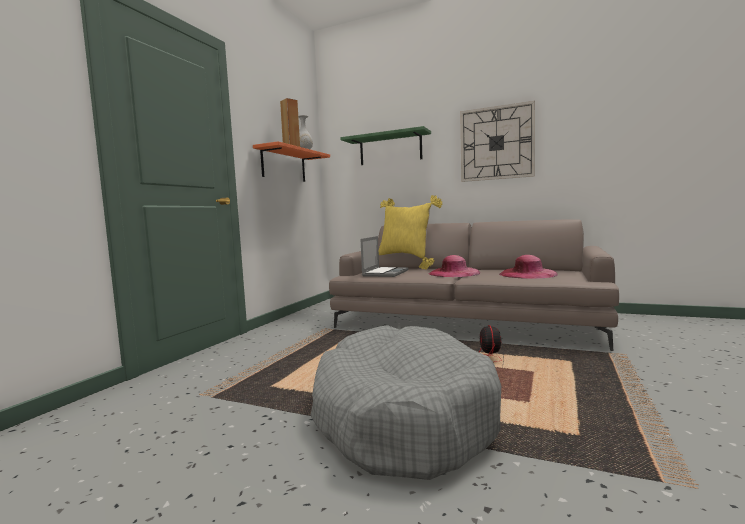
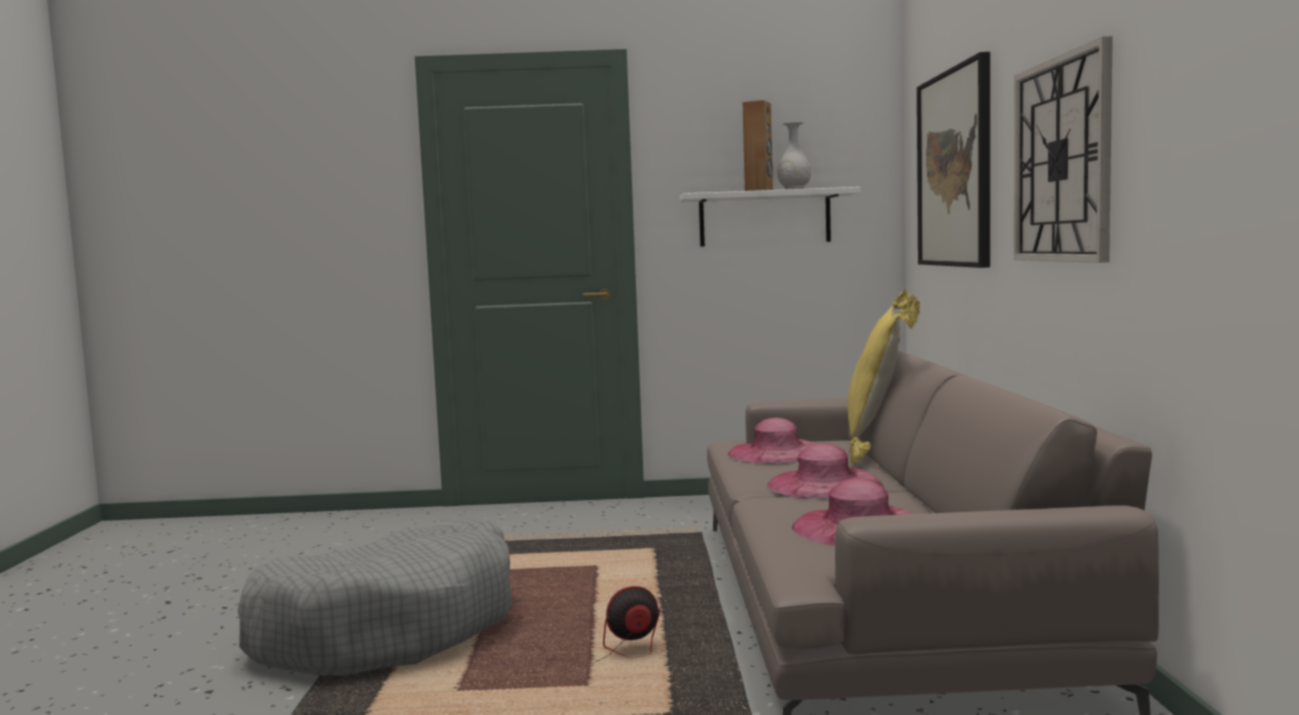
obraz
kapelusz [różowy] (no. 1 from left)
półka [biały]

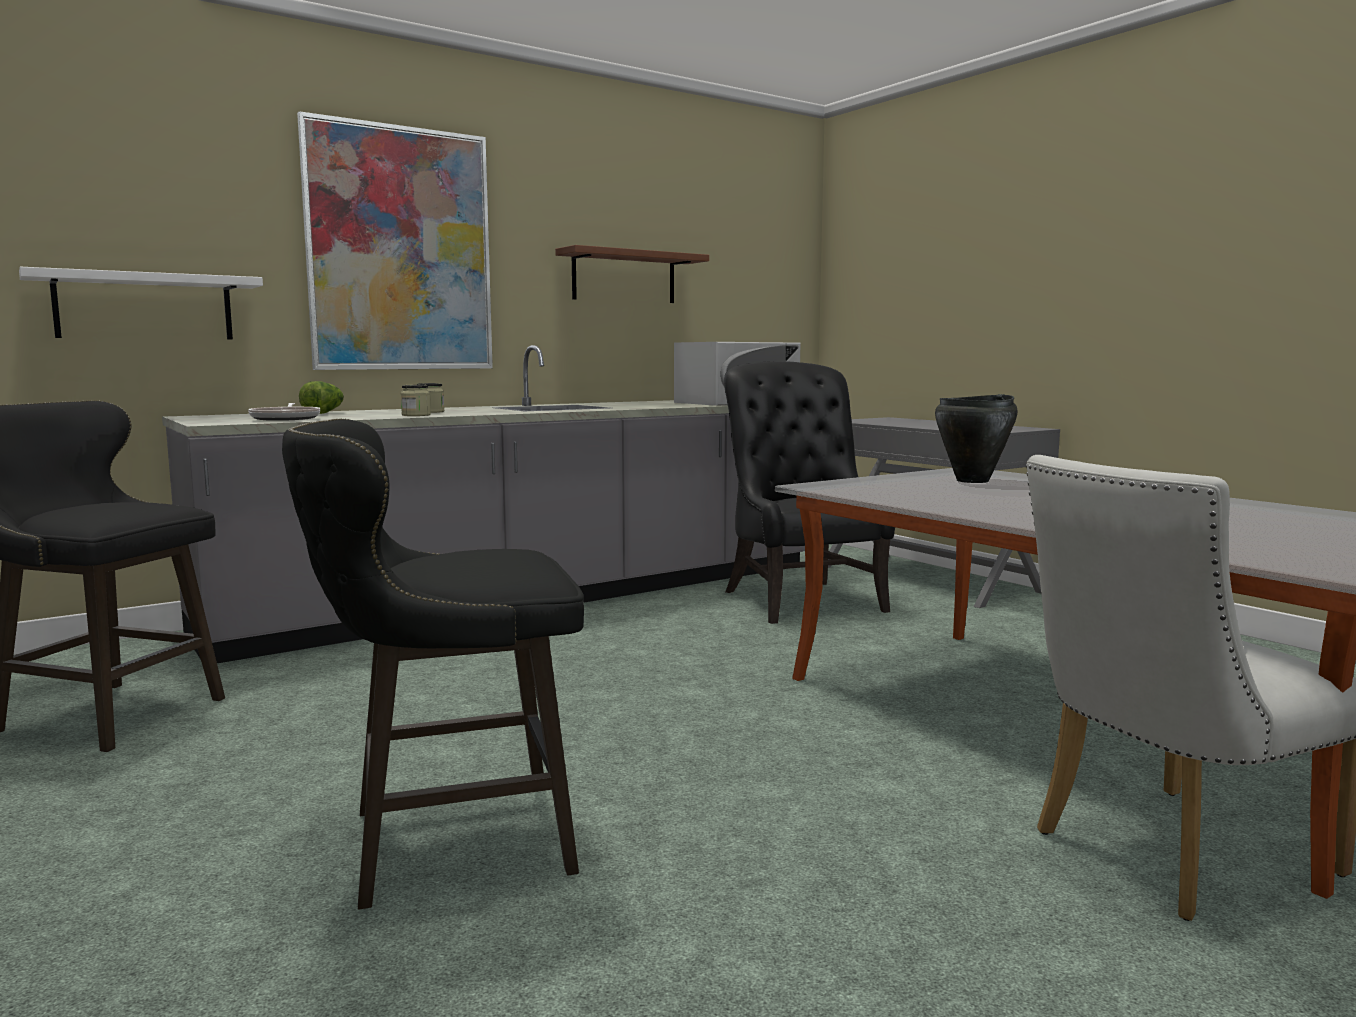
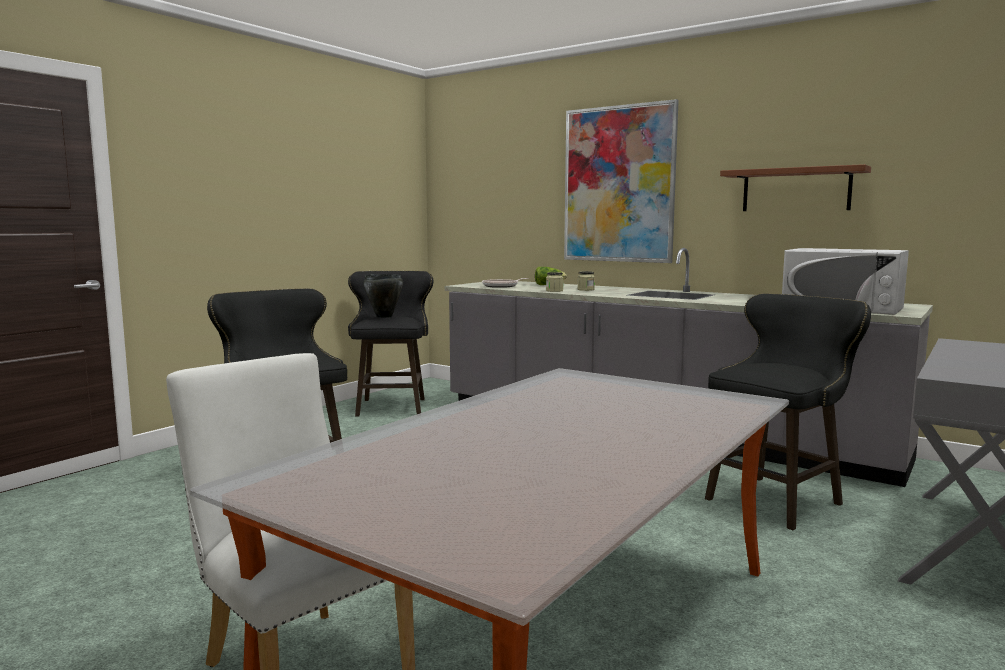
półka [biały]
garnek [czarny]
stołek [czarny] (no. 3 from left)

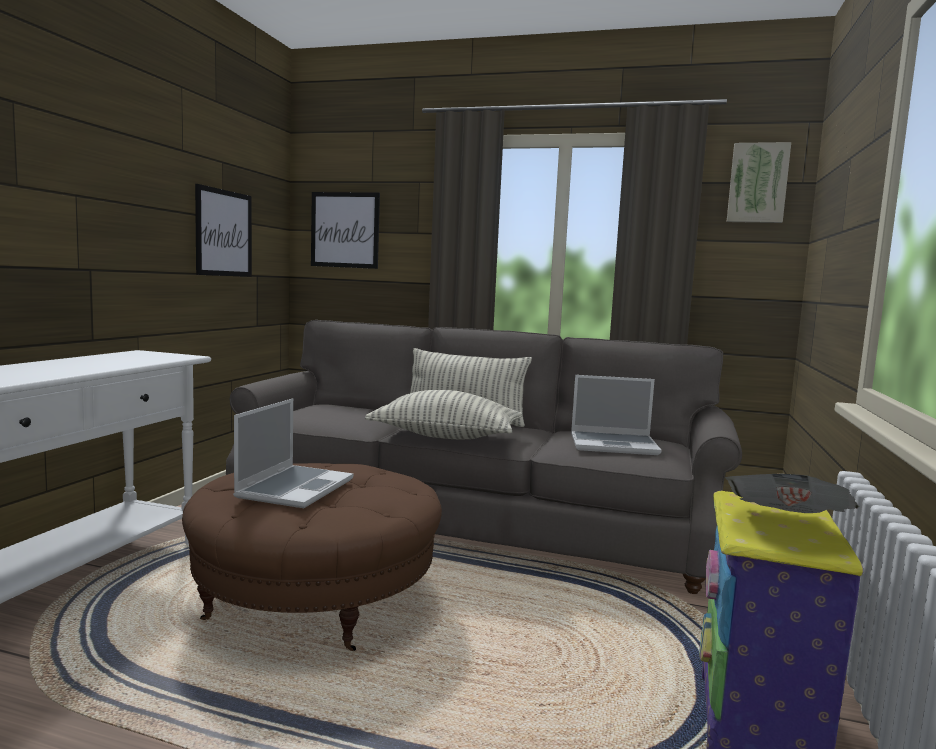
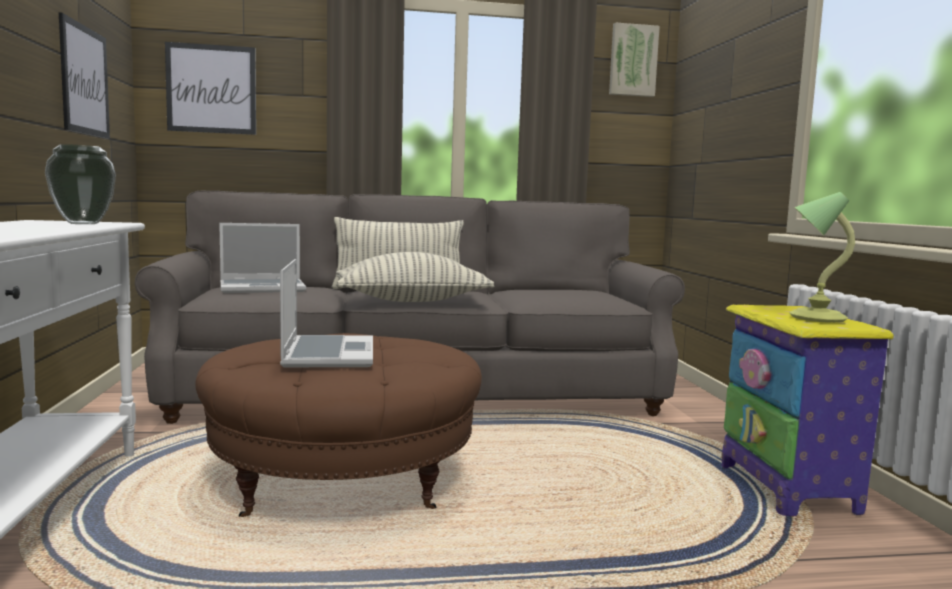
wazon
laptop (no. 1 from left)
lampa stołowa

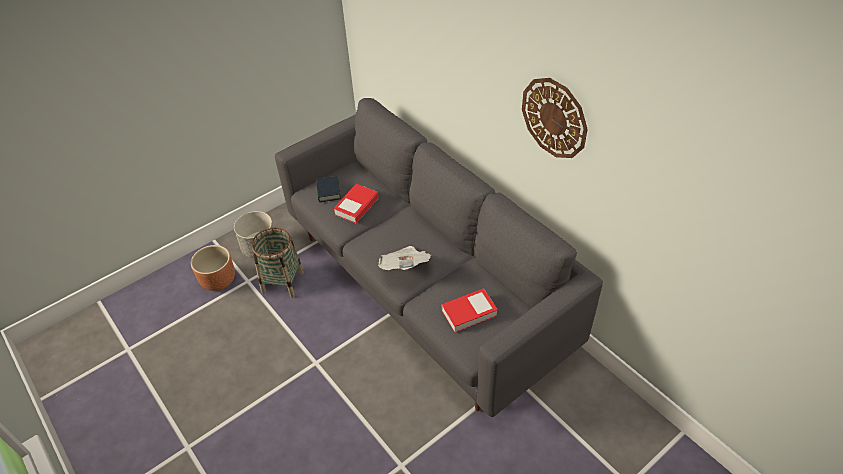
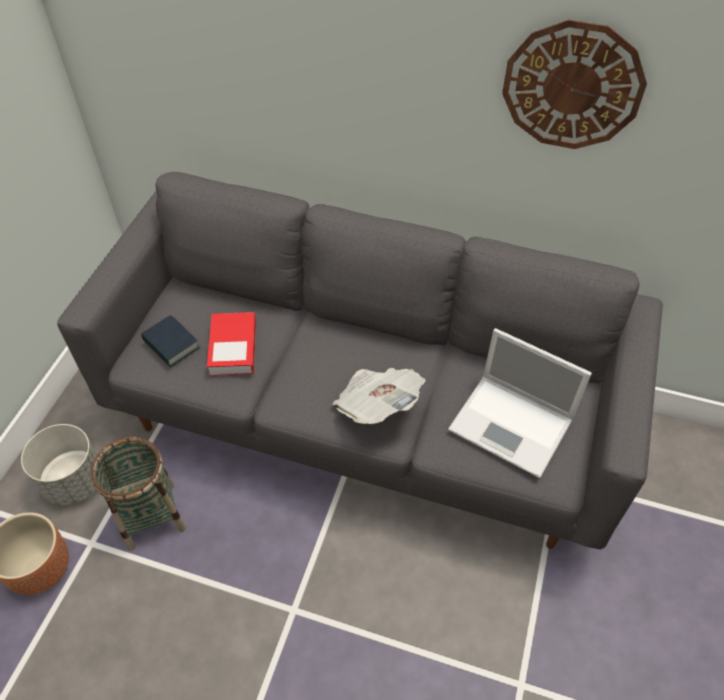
laptop

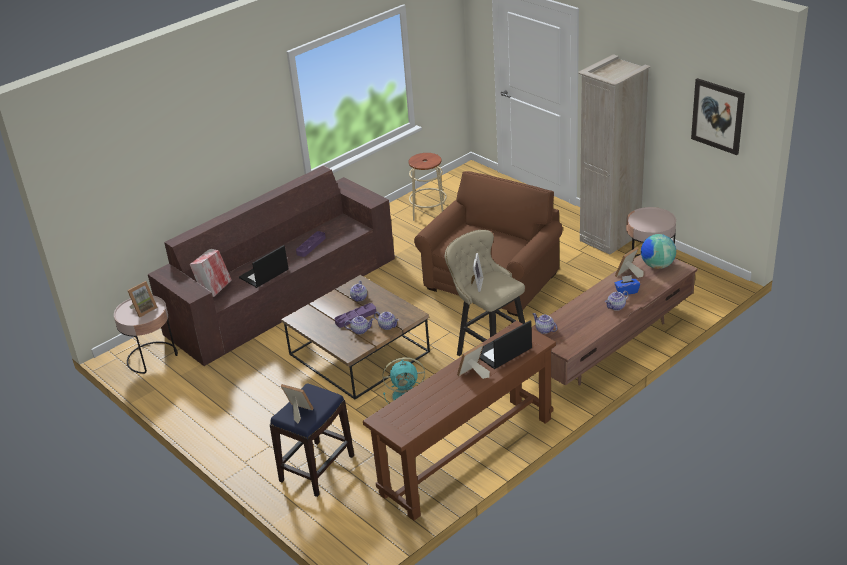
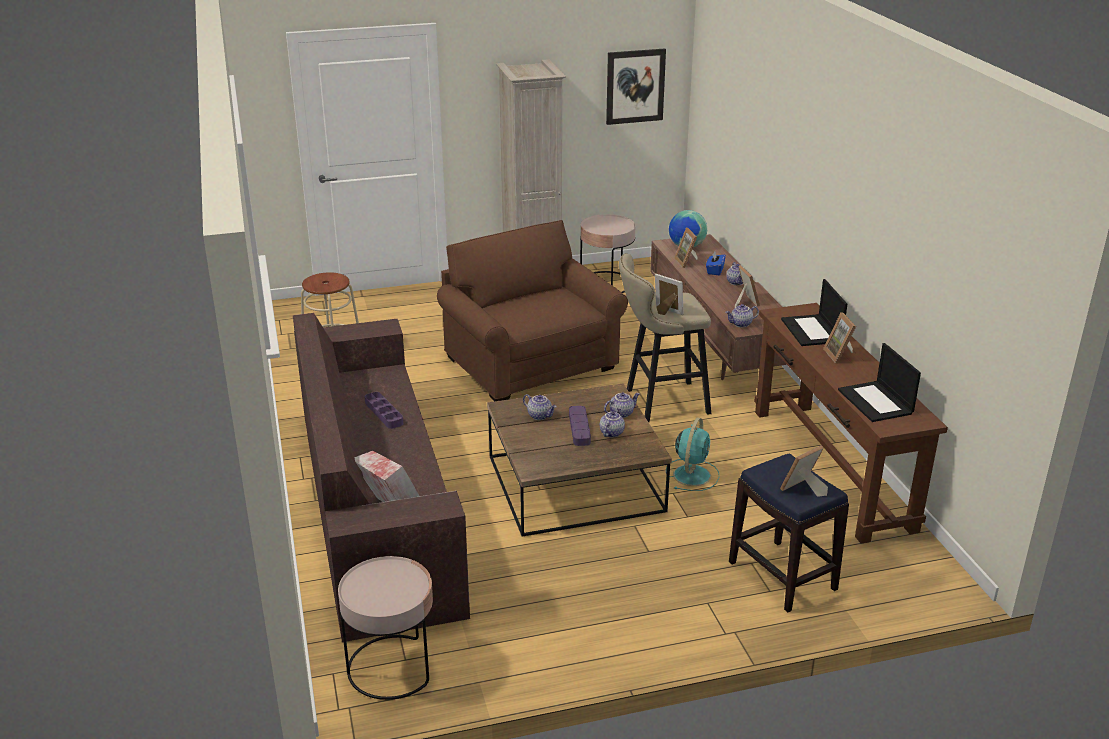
ramka na zdjęcie (no. 3 from left)
laptop (no. 2 from left)

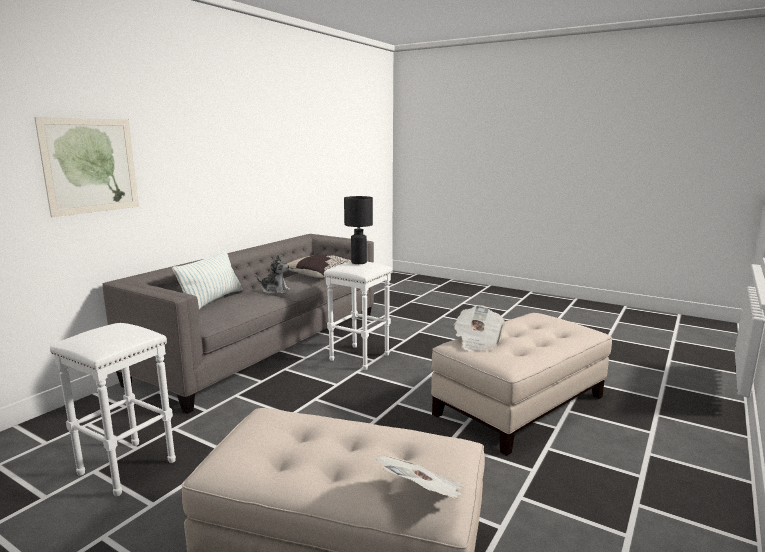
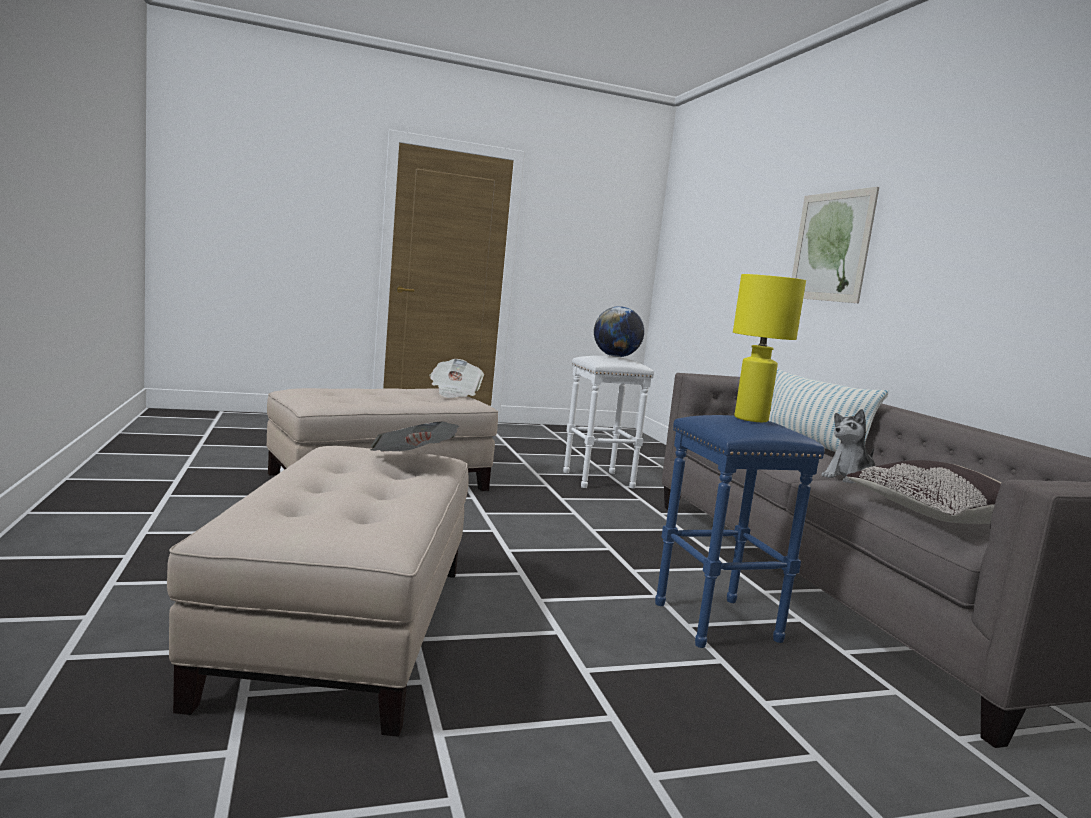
globus
gazeta (no. 2 from left)
stołek [niebieski]
lampa stołowa [żółty]

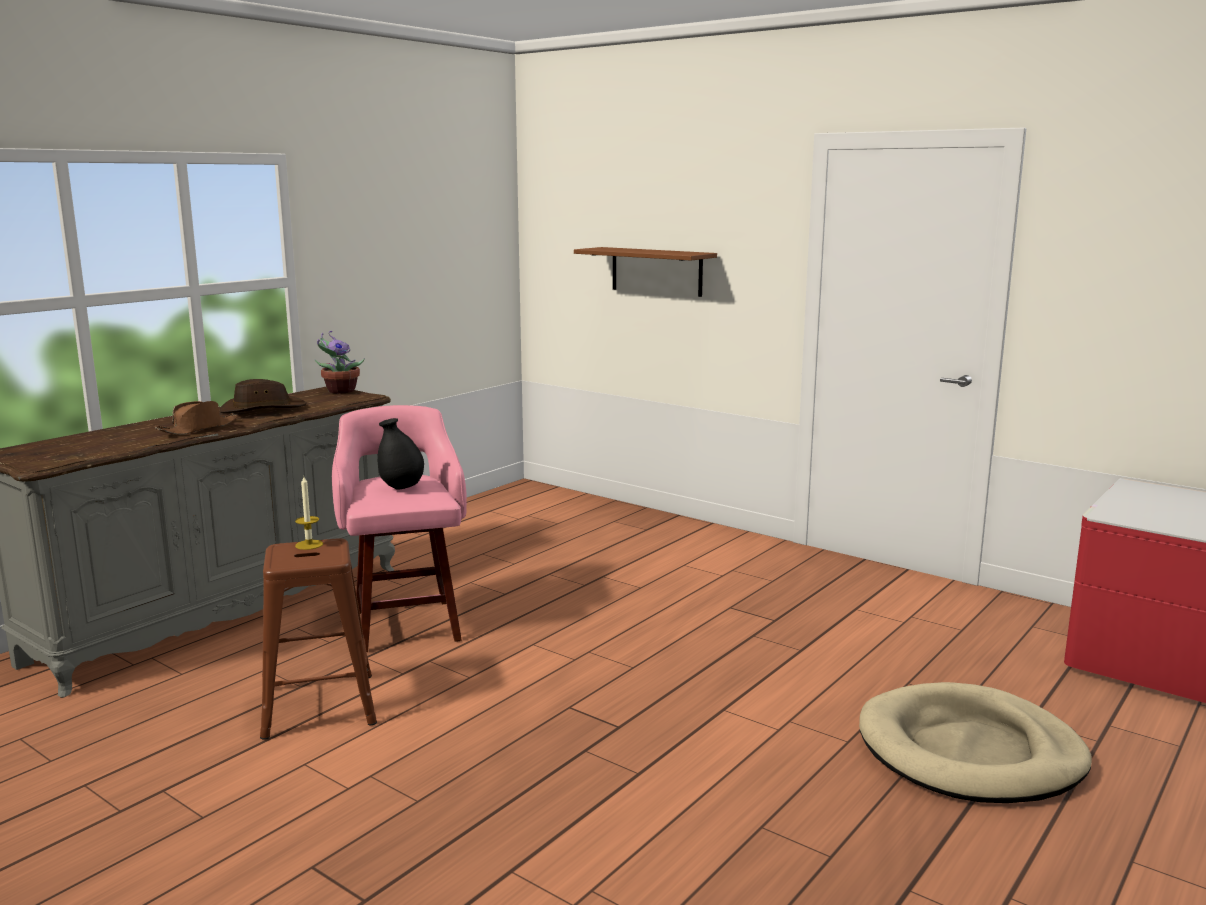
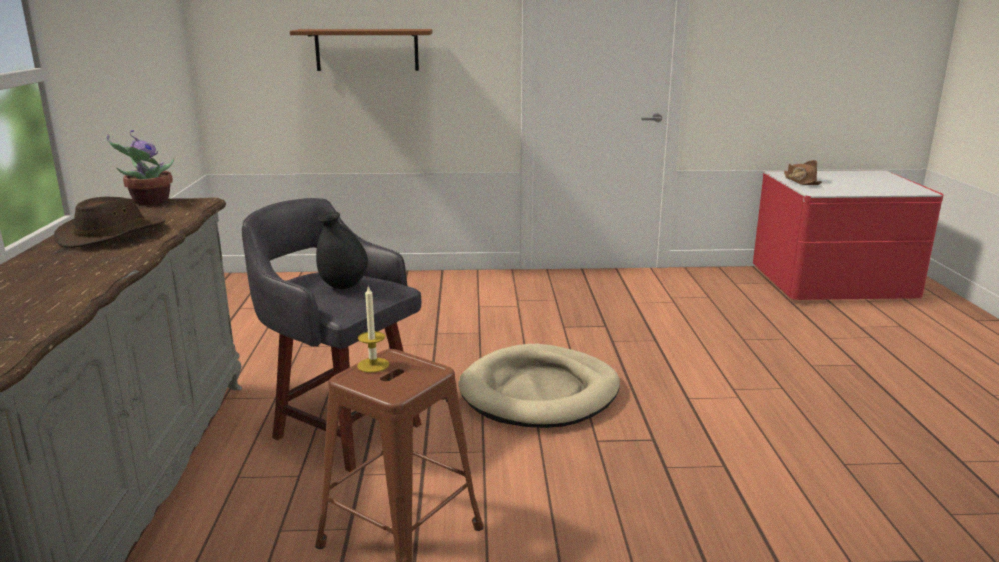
kapelusz [brązowy] (no. 2 from left)
legowisko [beżowy]
stołek [szary]

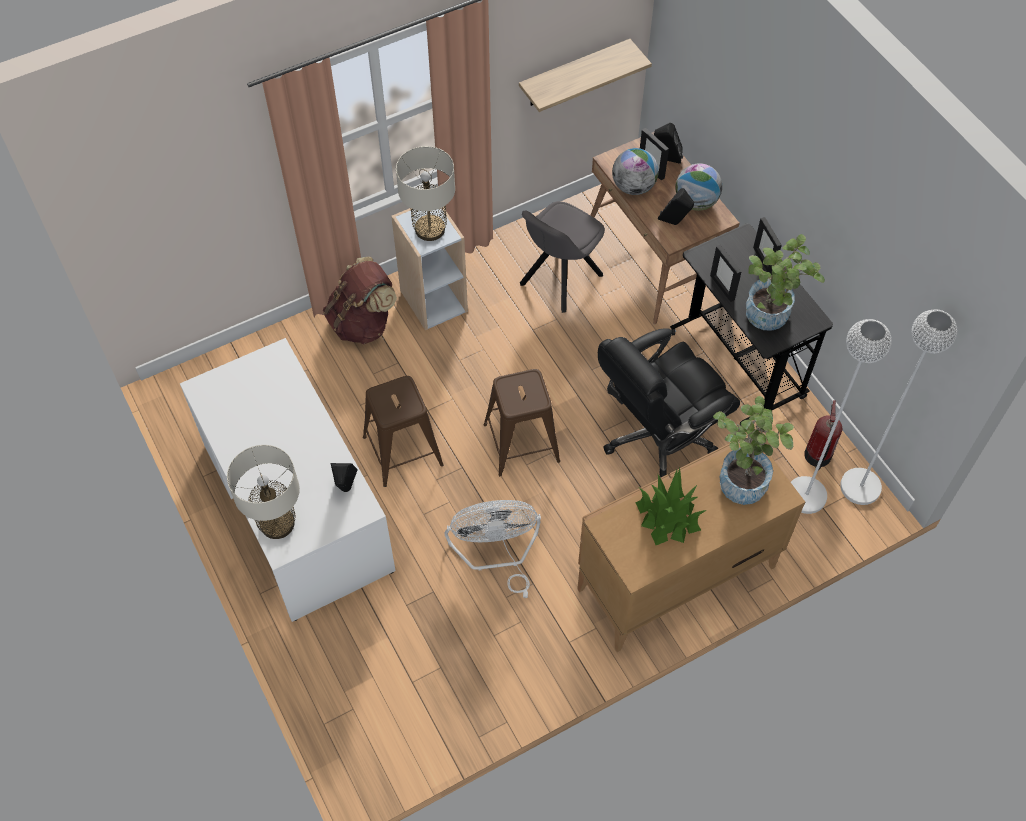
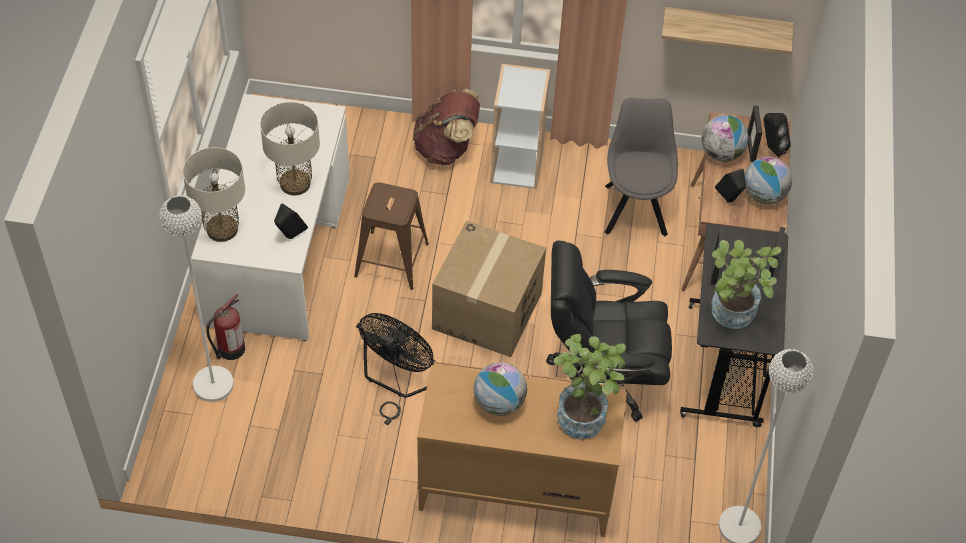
lampa stołowa (no. 2 from left)
lampa stojąca [biały] (no. 1 from left)
gaśnica
karton
globus (no. 1 from left)
wentylator [czarny]
krzesło [szary]

